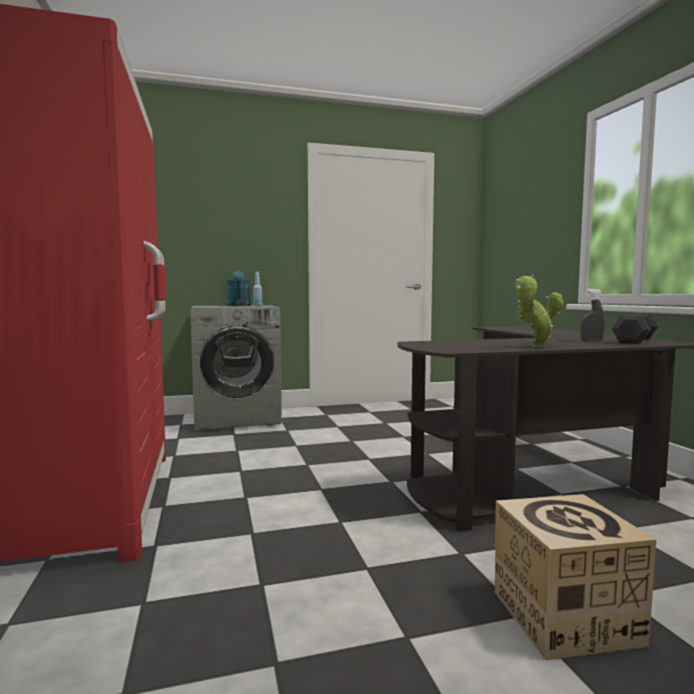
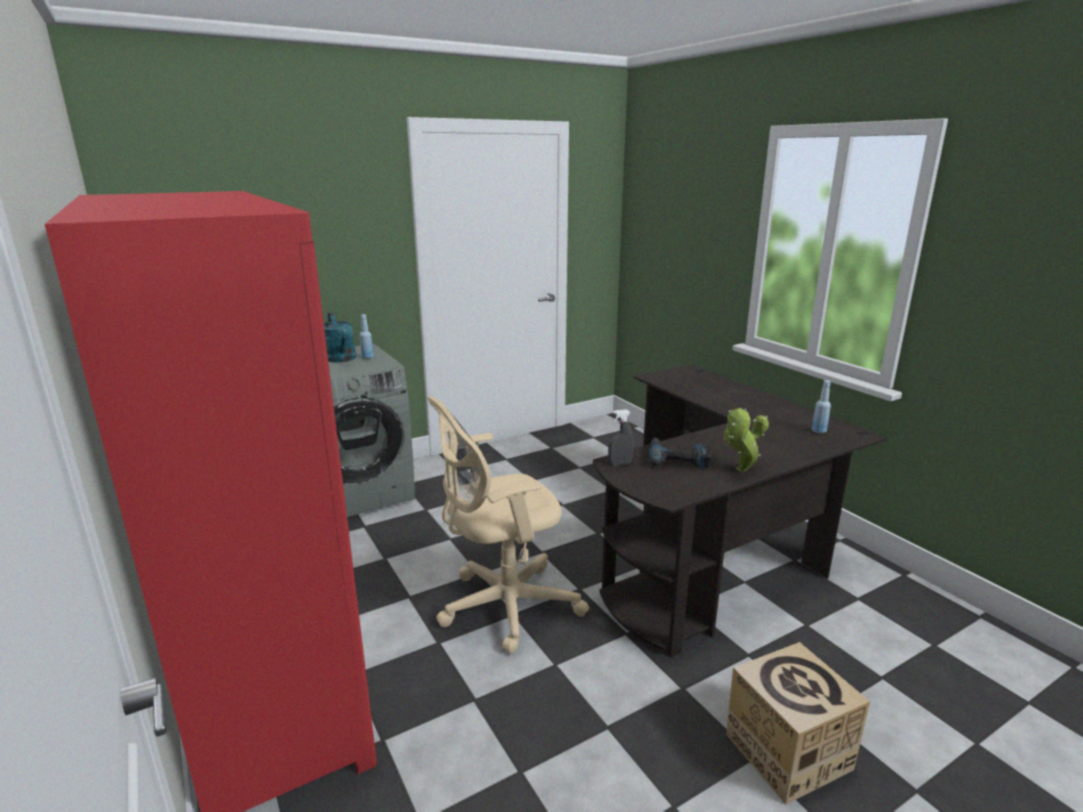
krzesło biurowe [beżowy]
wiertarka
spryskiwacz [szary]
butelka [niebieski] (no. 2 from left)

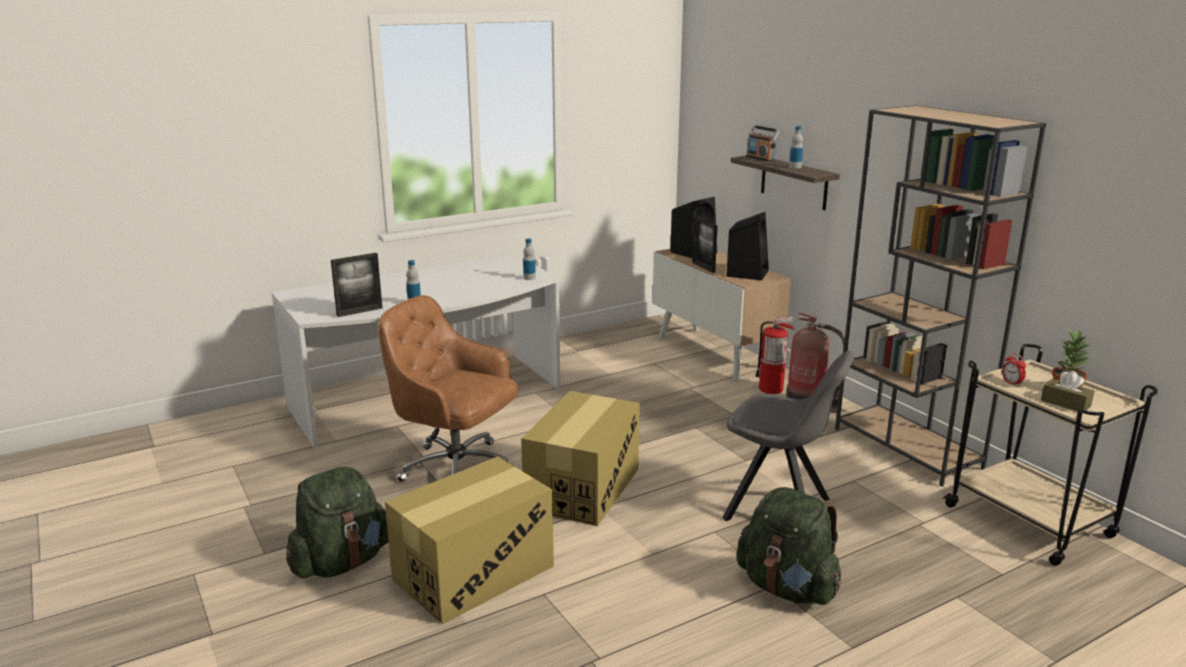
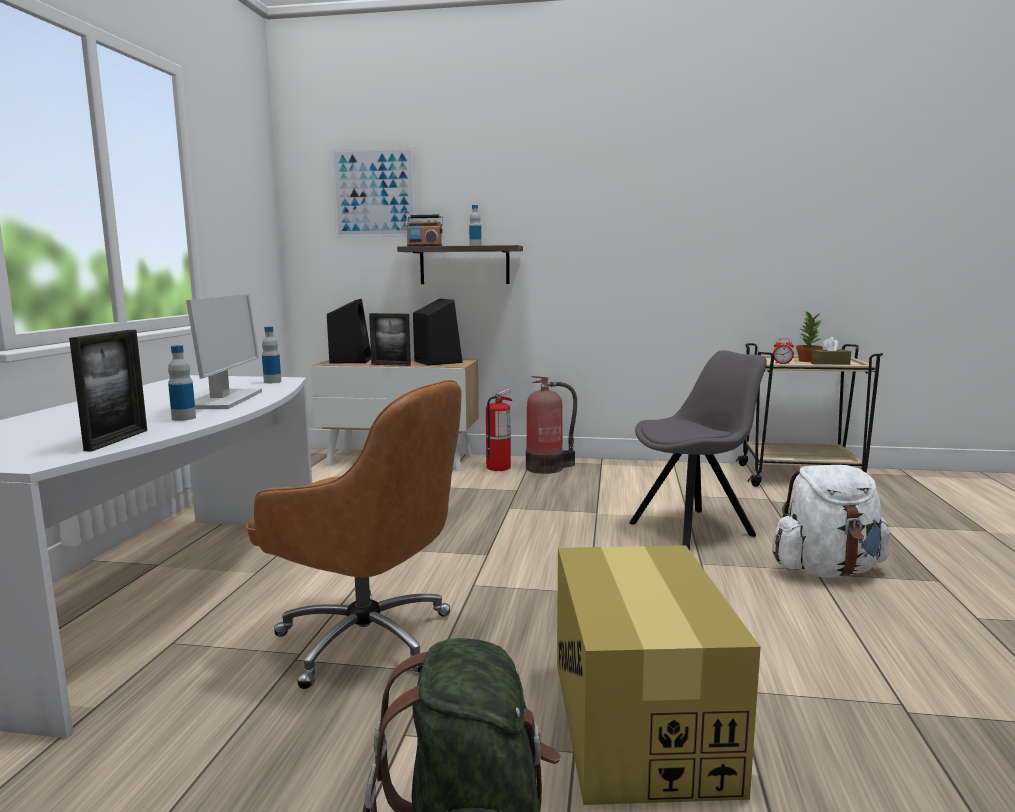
karton (no. 2 from left in the first image)
regał
monitor
obraz
plecak [biały]
krzesło biurowe [brązowy]

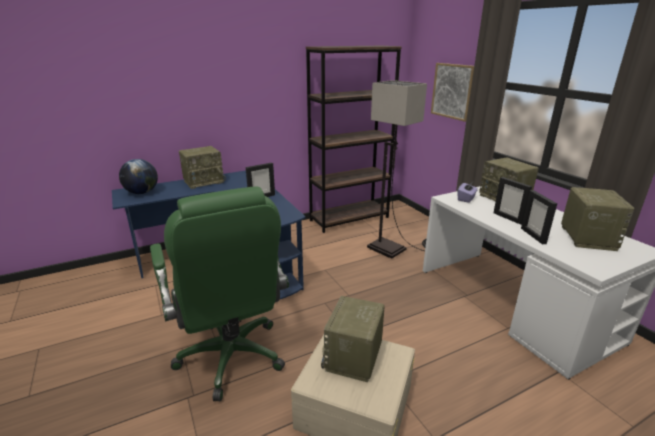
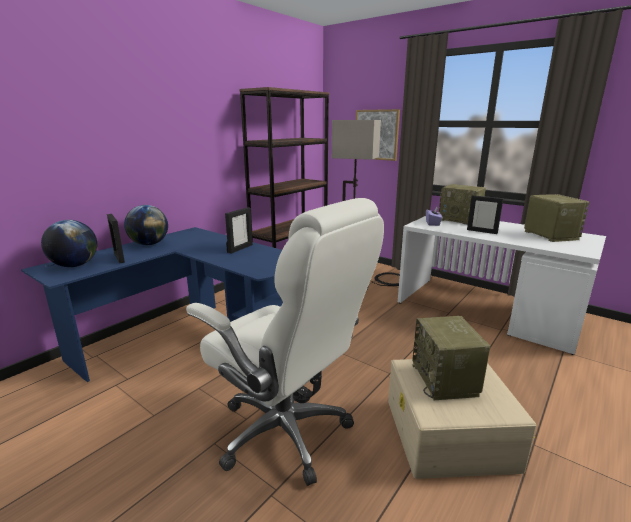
ramka na zdjęcie (no. 1 from left)
globus (no. 2 from left)
krzesło biurowe [biały]

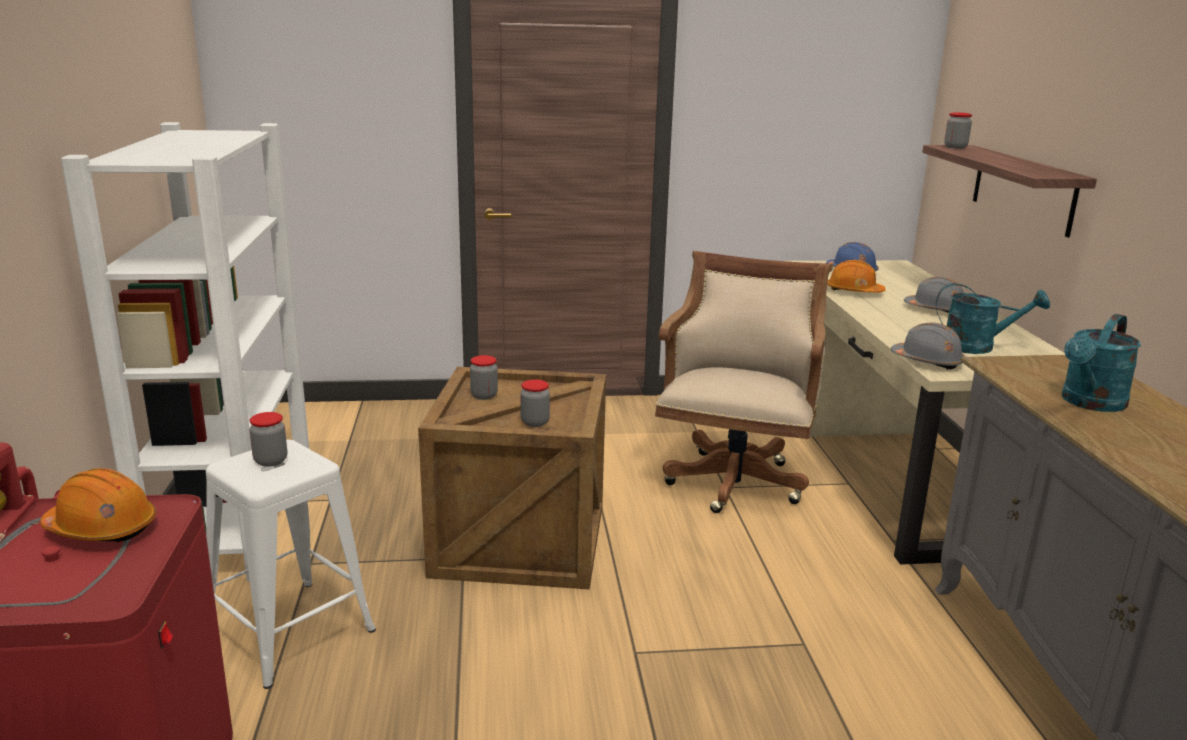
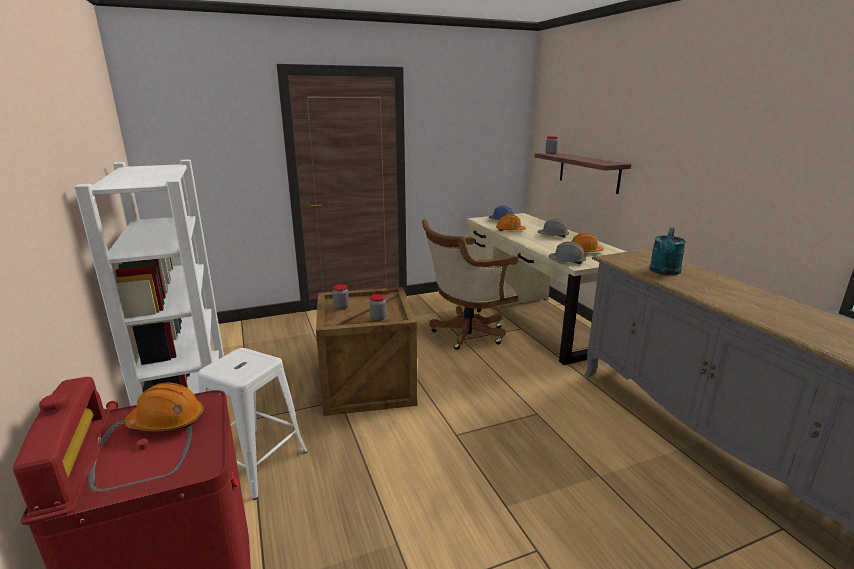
słoik (no. 1 from left in the first image)
kask [pomarańczowy] (no. 3 from left)
krzesło biurowe

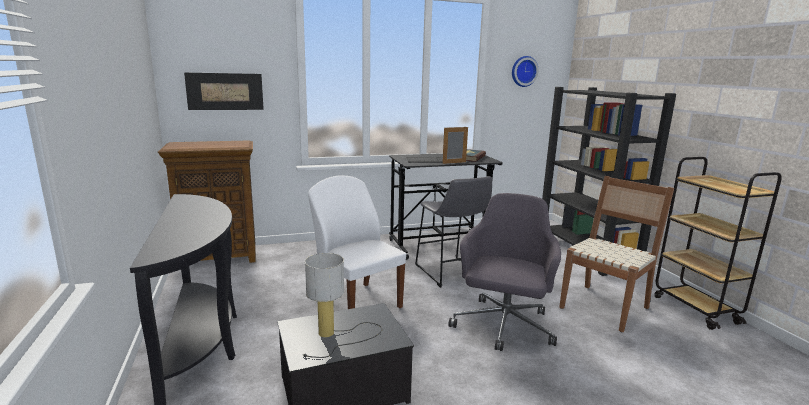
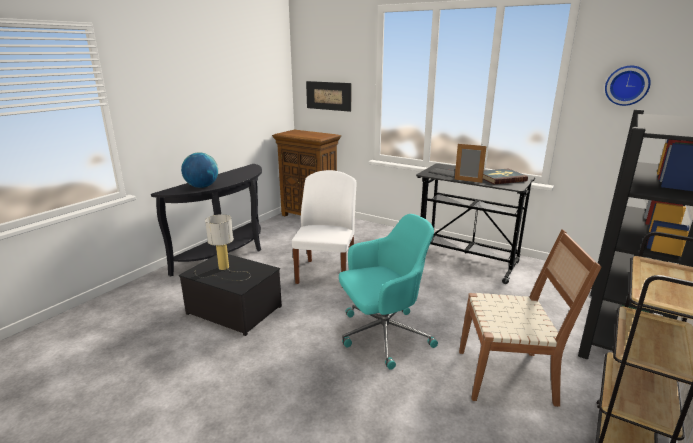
stołek [szary]
globus
krzesło biurowe [turkusowy]

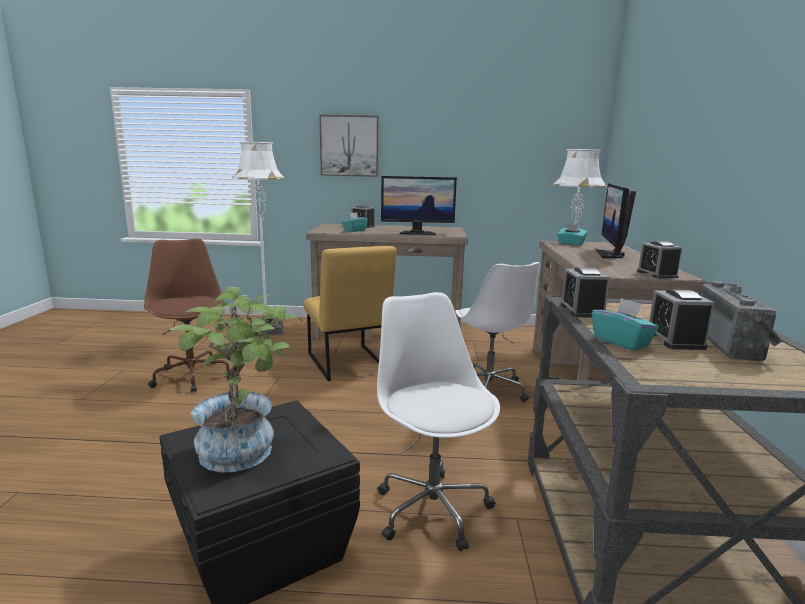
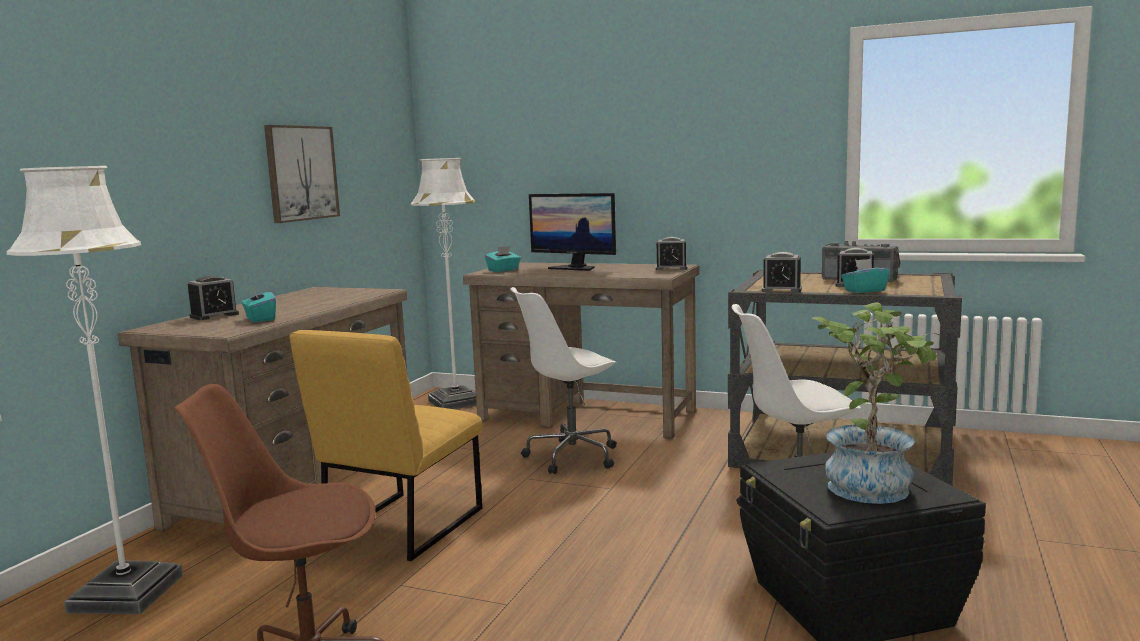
monitor (no. 1 from left in the first image)
obraz
krzesło [żółty]
krzesło biurowe [biały] (no. 1 from left)

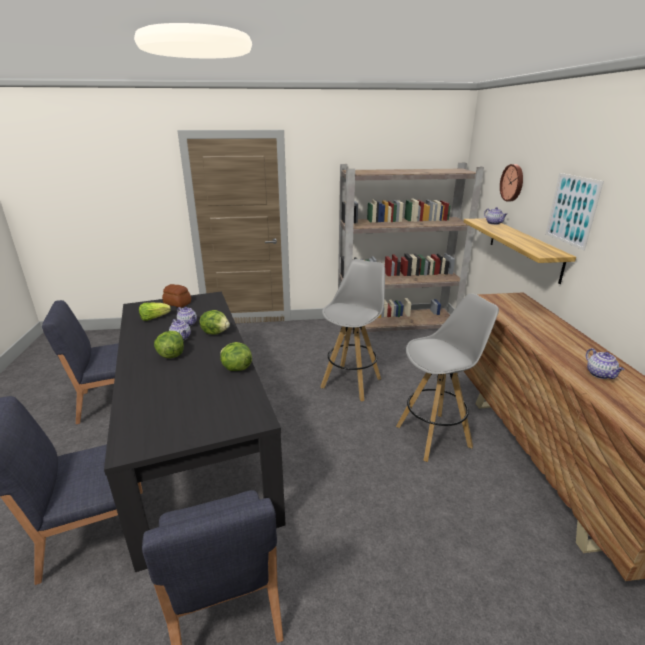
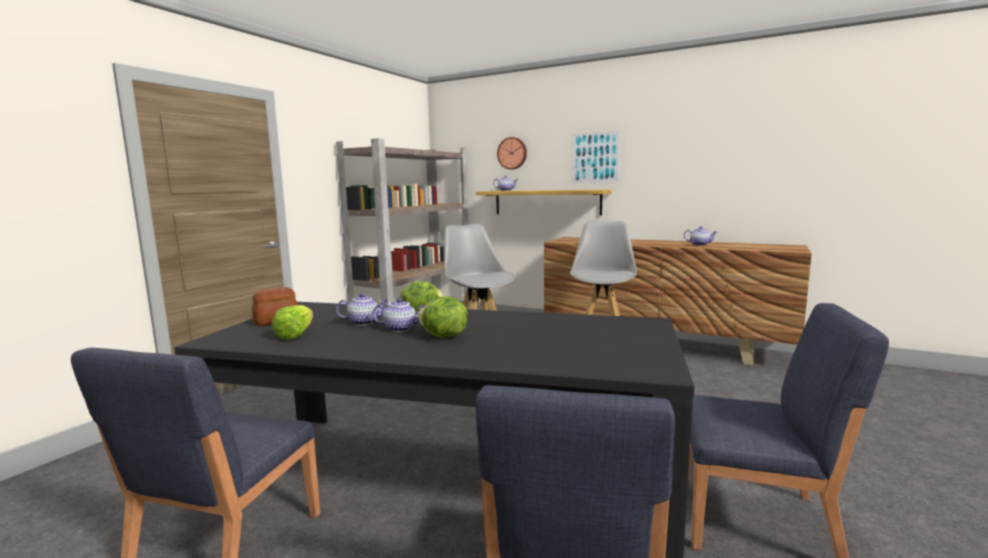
sałata (no. 4 from left in the first image)

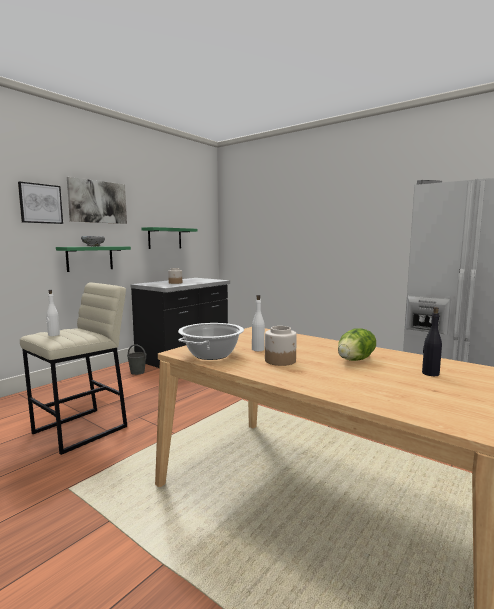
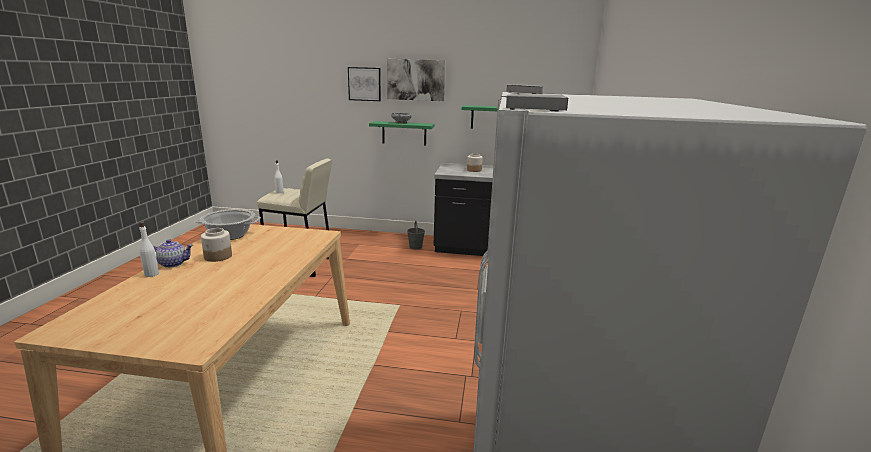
sałata
butelka [czarny]
imbryk
butelka [biały] (no. 1 from left)

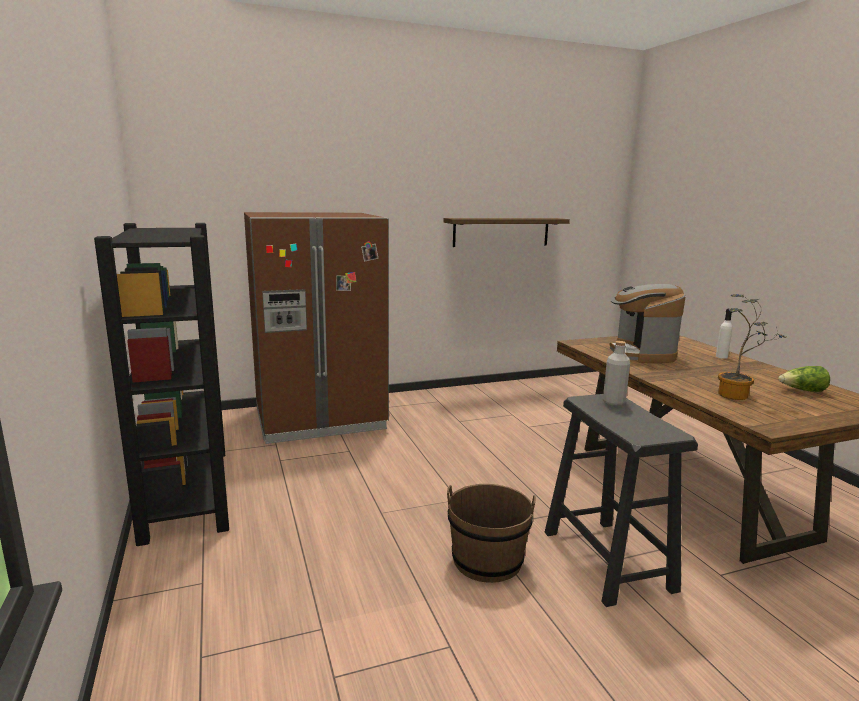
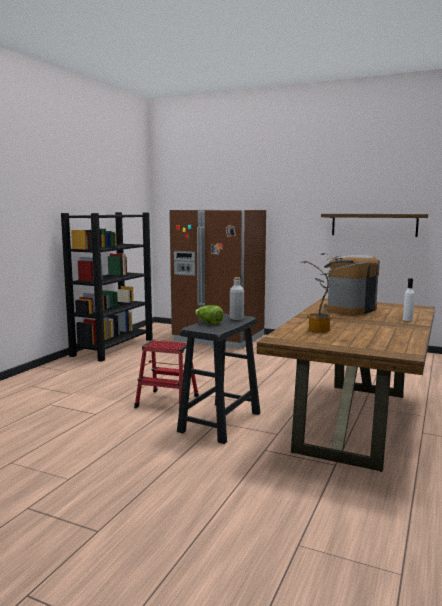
sałata
drabinka [czerwony]

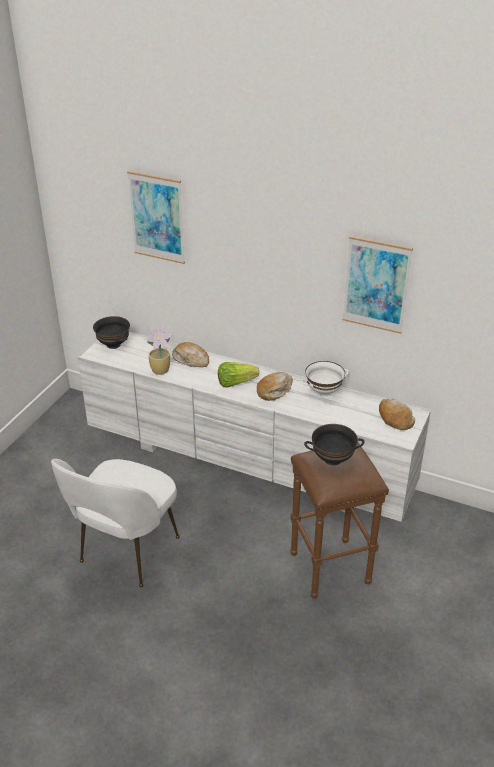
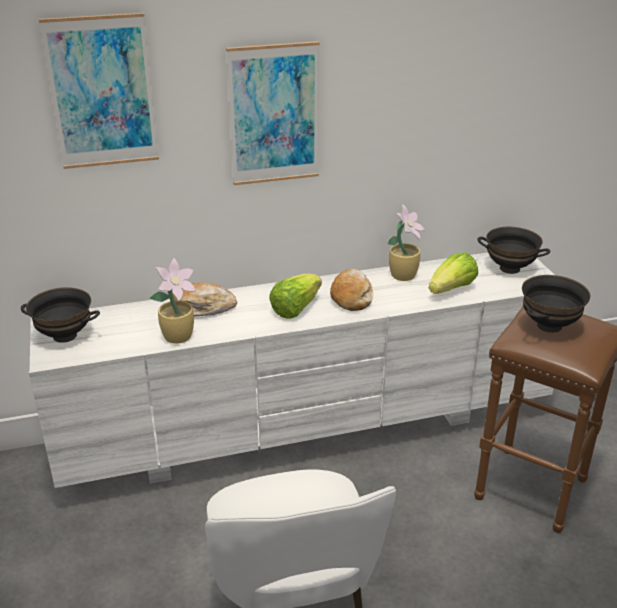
sałata (no. 2 from left)
obraz (no. 2 from left)
roślina doniczkowa (no. 2 from left)
miska [czarny] (no. 2 from left)

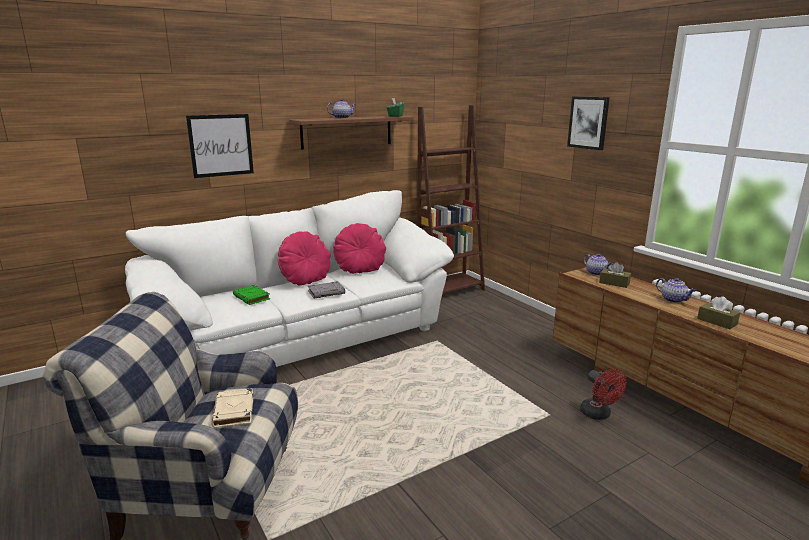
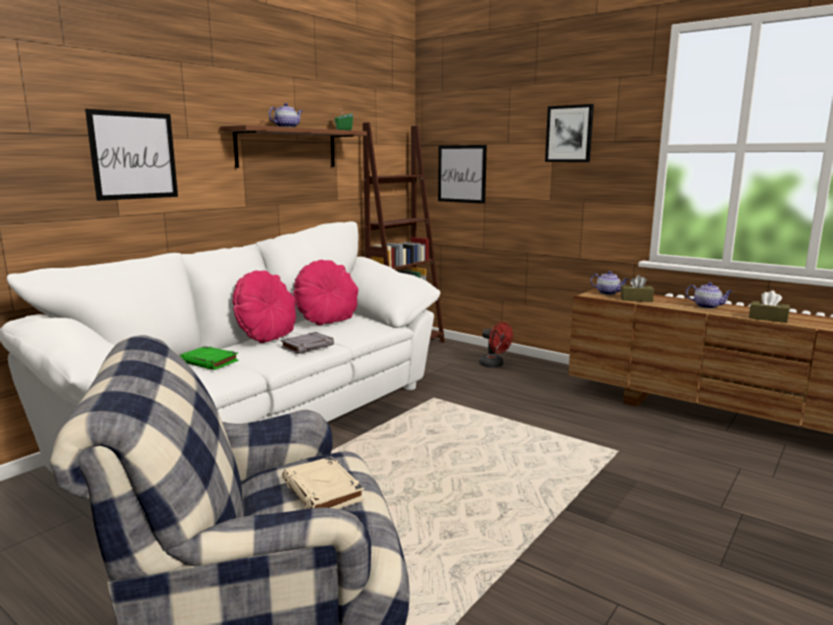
obraz (no. 2 from left)
wentylator [czerwony]

